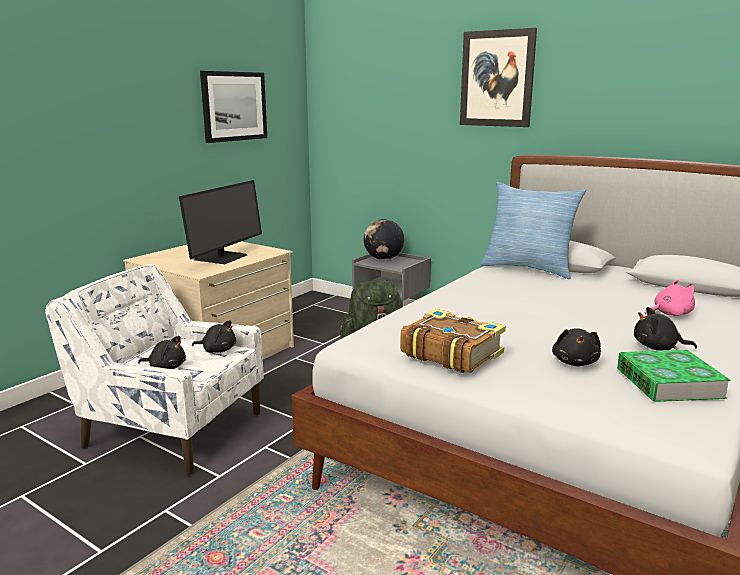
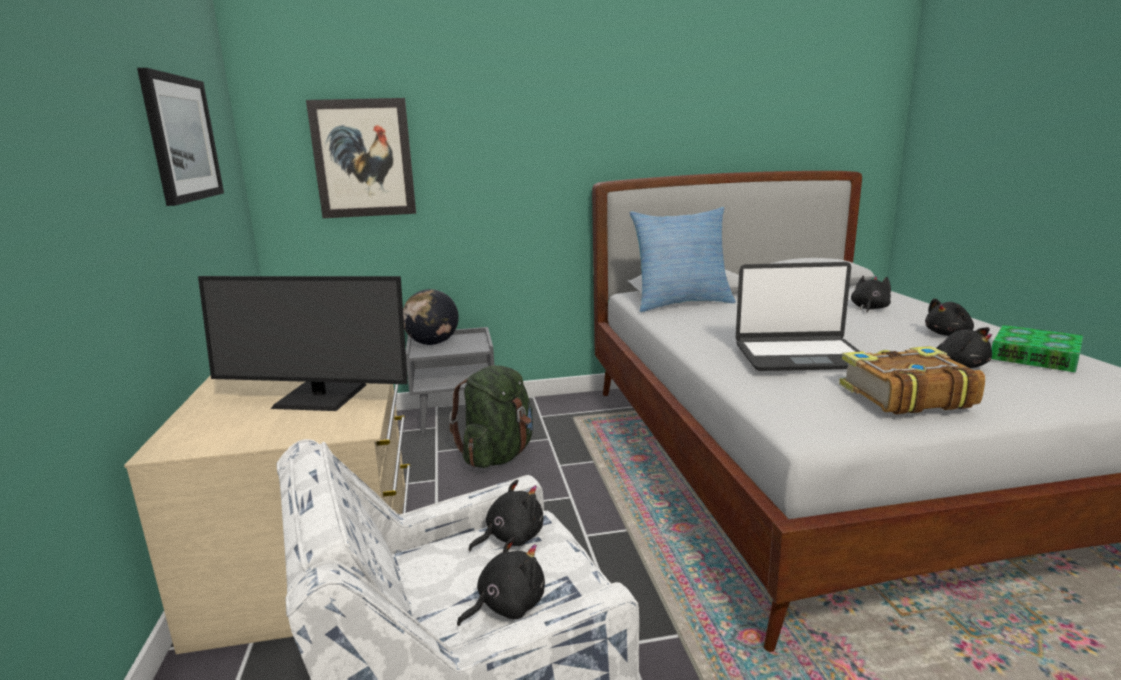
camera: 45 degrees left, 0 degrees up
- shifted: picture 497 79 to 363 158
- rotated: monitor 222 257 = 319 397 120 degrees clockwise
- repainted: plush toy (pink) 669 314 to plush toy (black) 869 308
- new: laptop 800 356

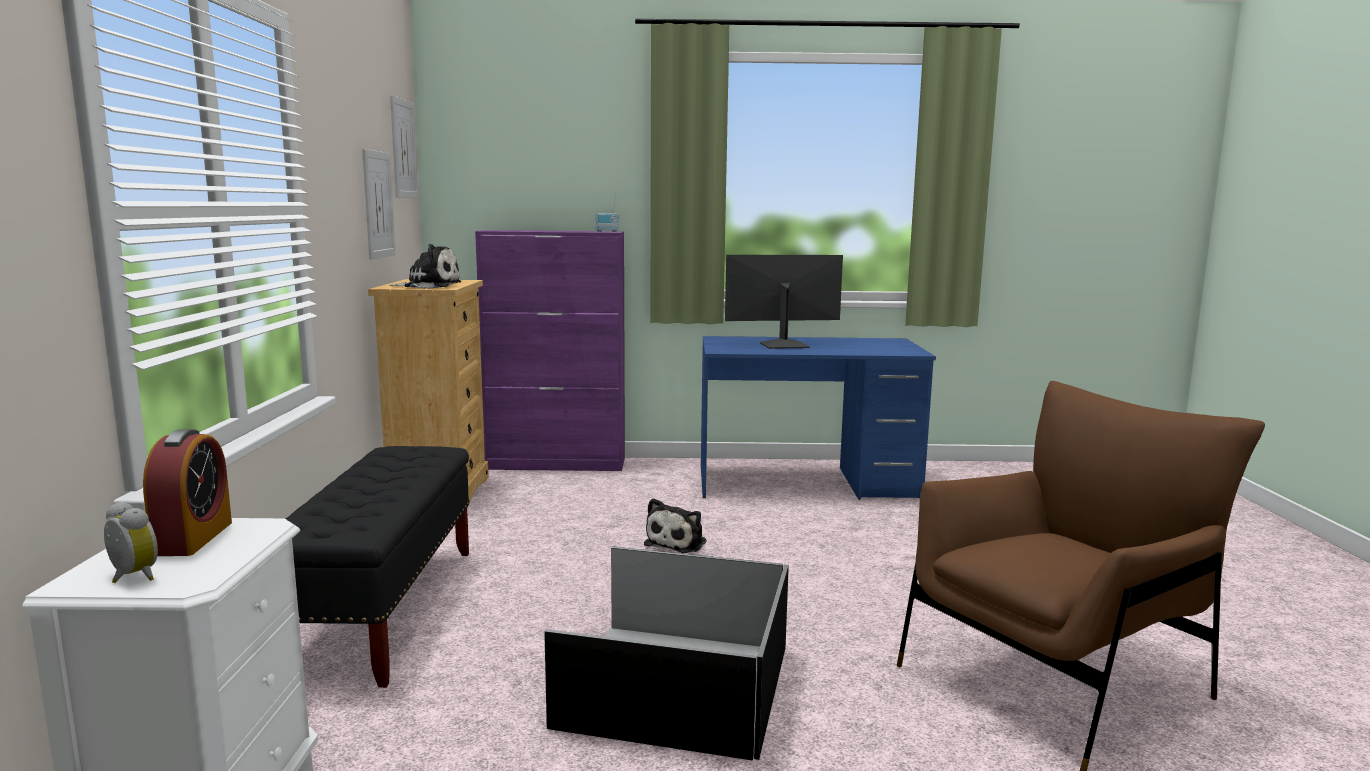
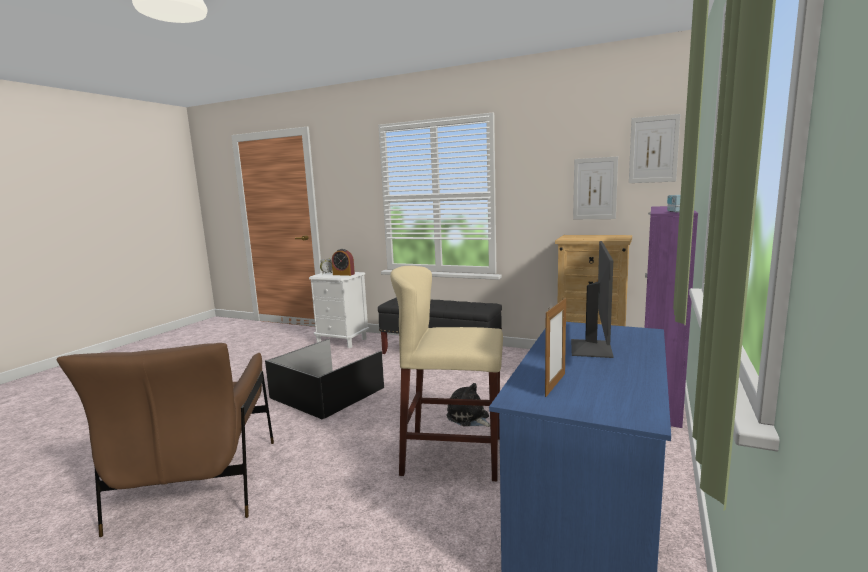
camera: 115 degrees right, 0 degrees up
- gone: plush toy 429 286
- new: stool (beige) 452 455
- new: picture frame 555 384

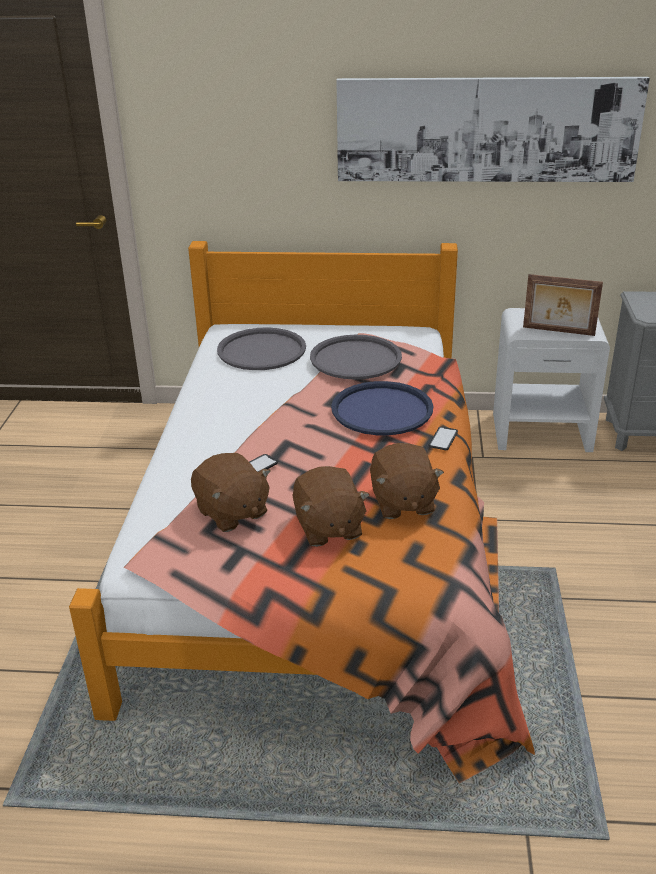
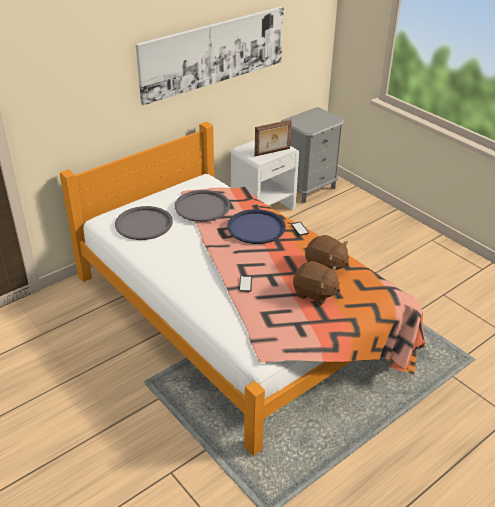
camera: 45 degrees left, 5 degrees up
- gone: plush toy (brown) 231 512

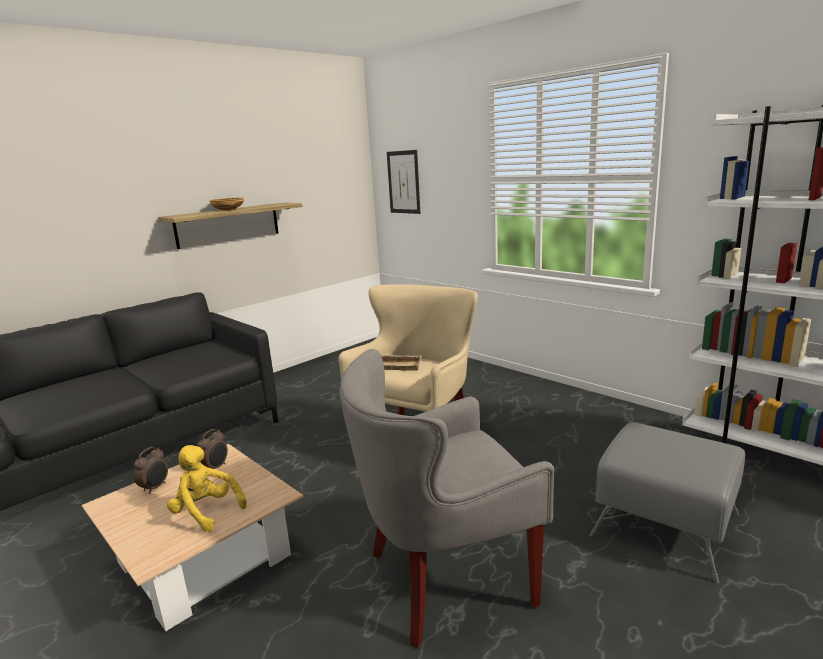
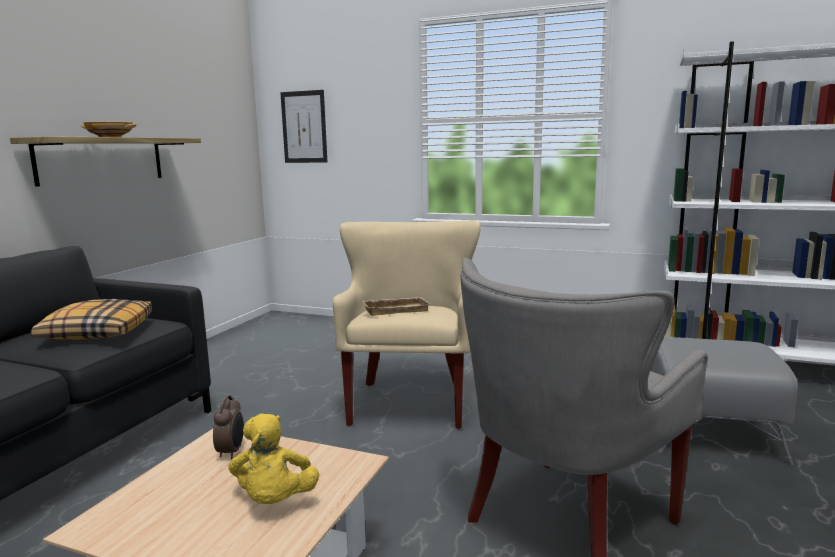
camera: 25 degrees left, 5 degrees down
- rotated: plush toy (yellow) 206 512 = 274 501 105 degrees counterclockwise
- gone: alarm clock 155 487
- new: pillow 97 332

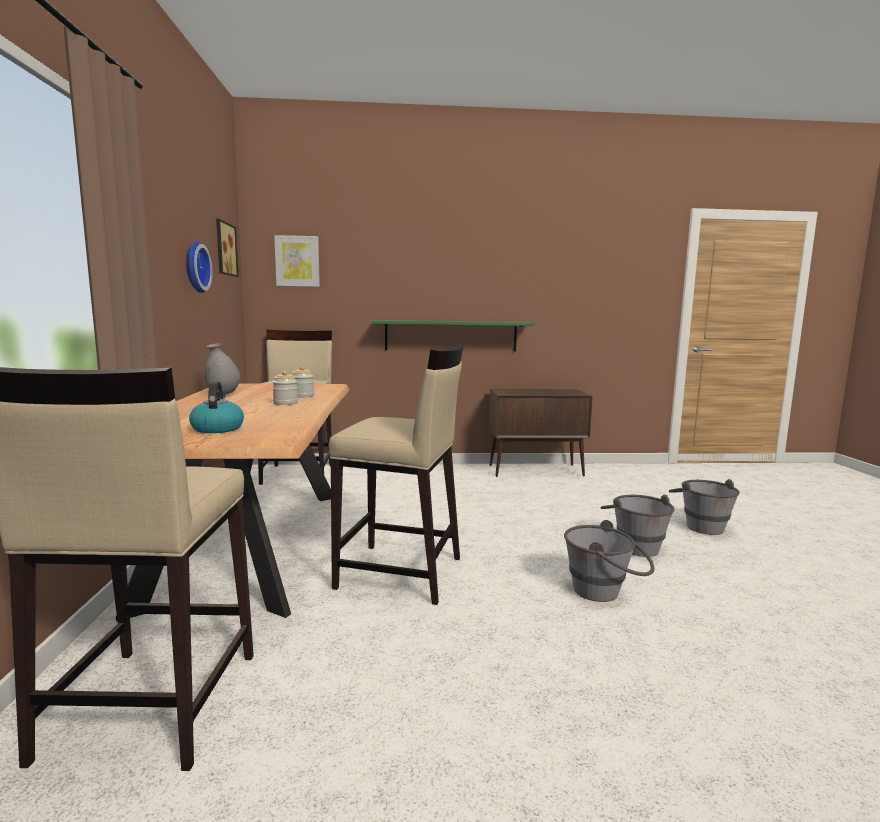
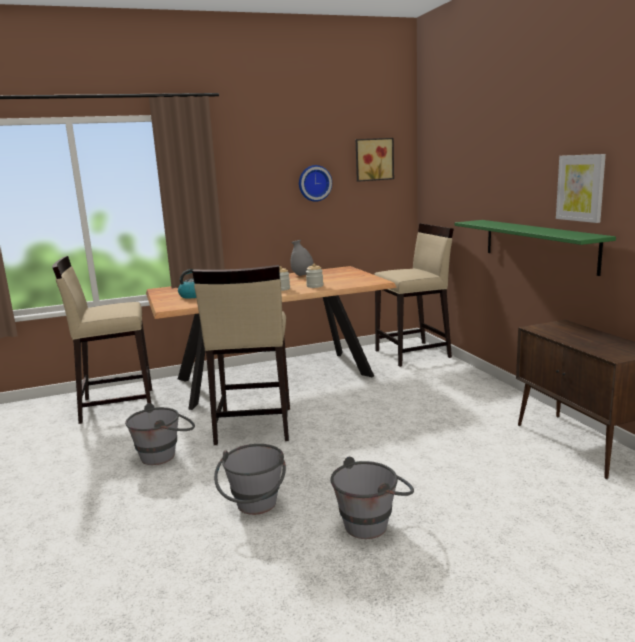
camera: 75 degrees right, 5 degrees up
- shifted: picture 297 261 to 581 188
- shifted: bucket (grey) 699 525 to 165 454

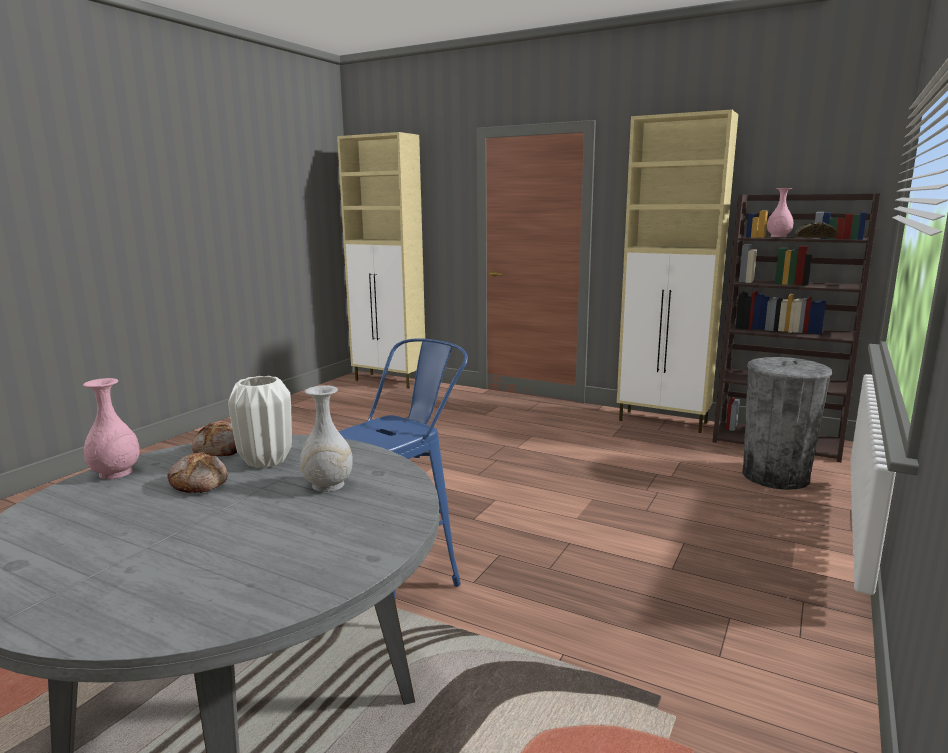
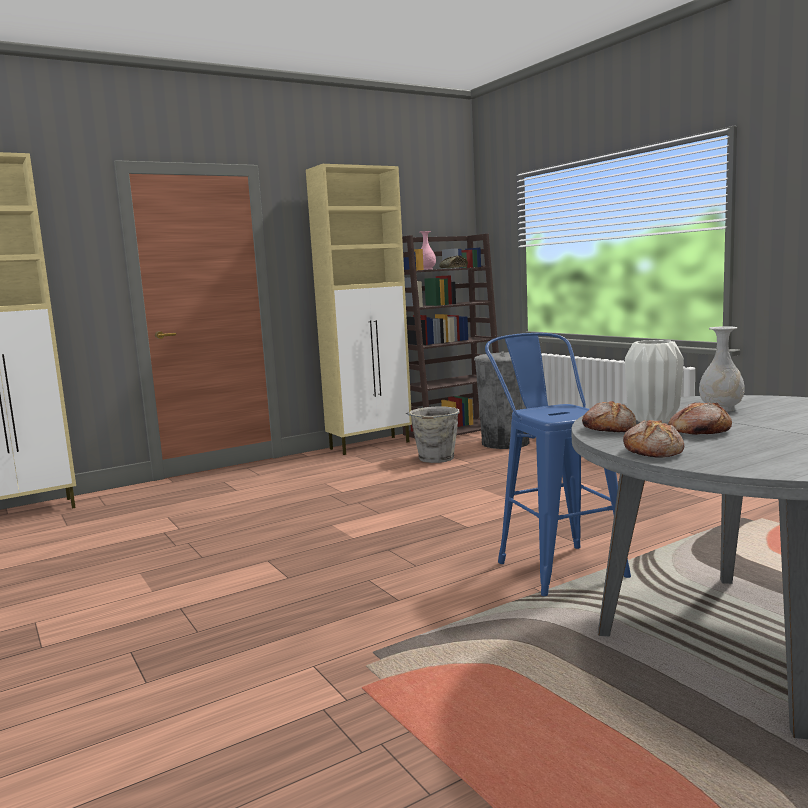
camera: 60 degrees left, 5 degrees down
- swapped: vase (pink) 116 473 to bread 654 452
- new: bucket (grey) 436 459

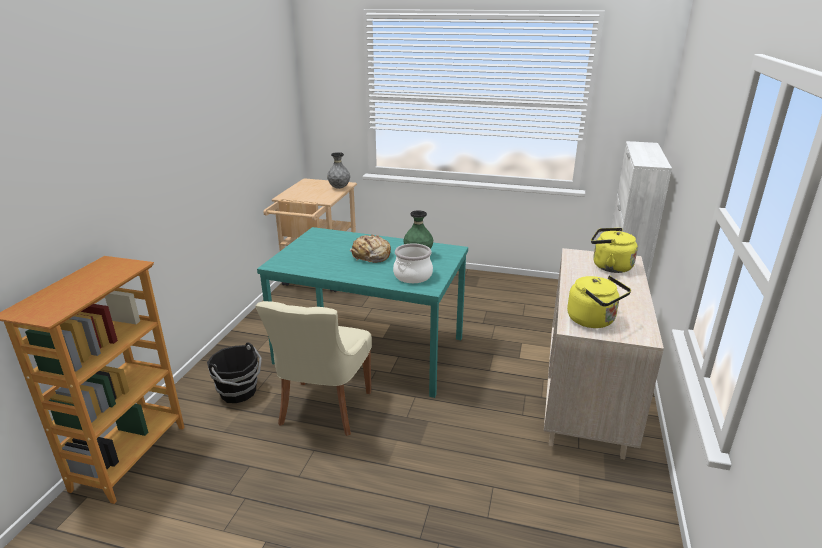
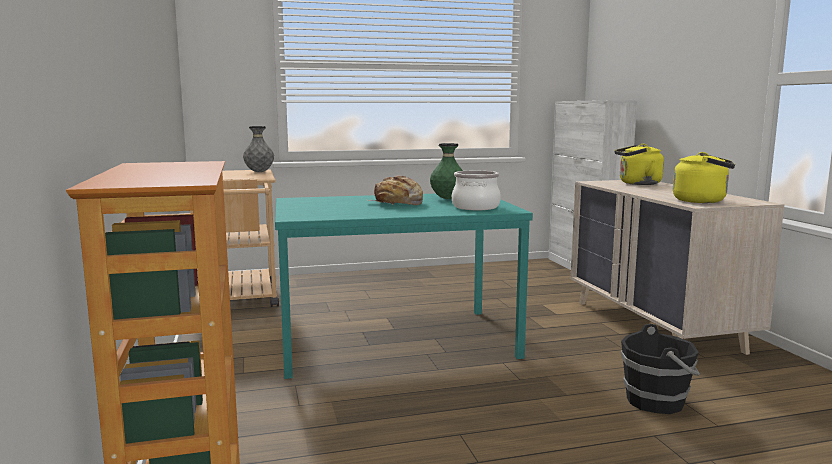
camera: 30 degrees left, 15 degrees down
- gone: chair (beige) 323 410
- shifted: bucket (black) 239 392 to 657 401

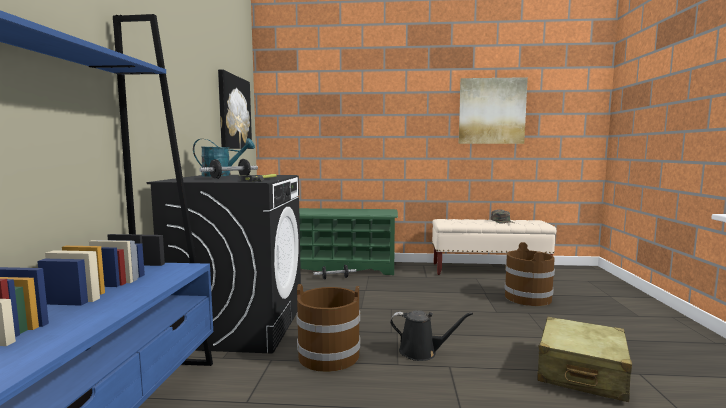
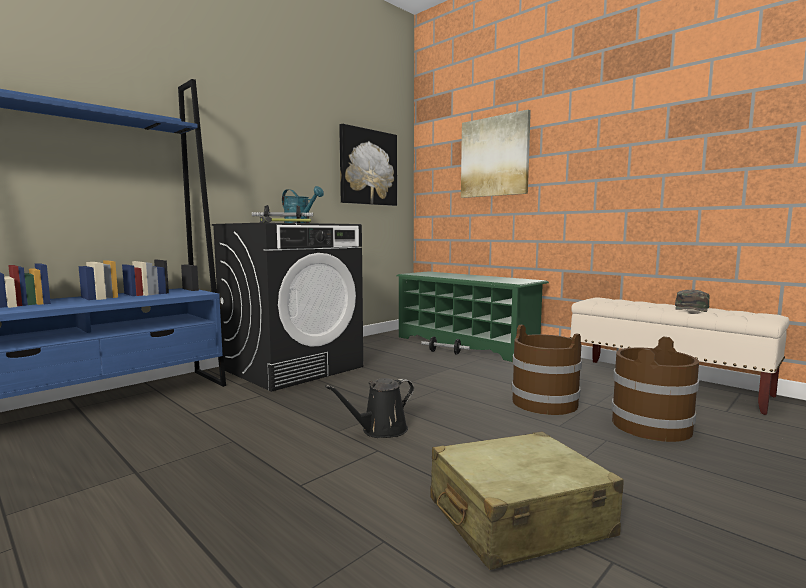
camera: 40 degrees right, 0 degrees up
- shifted: picture 491 111 to 494 157
- shifted: bucket (brown) 329 355 to 545 402
- rotated: watering can (black) 422 352 = 380 430 90 degrees clockwise

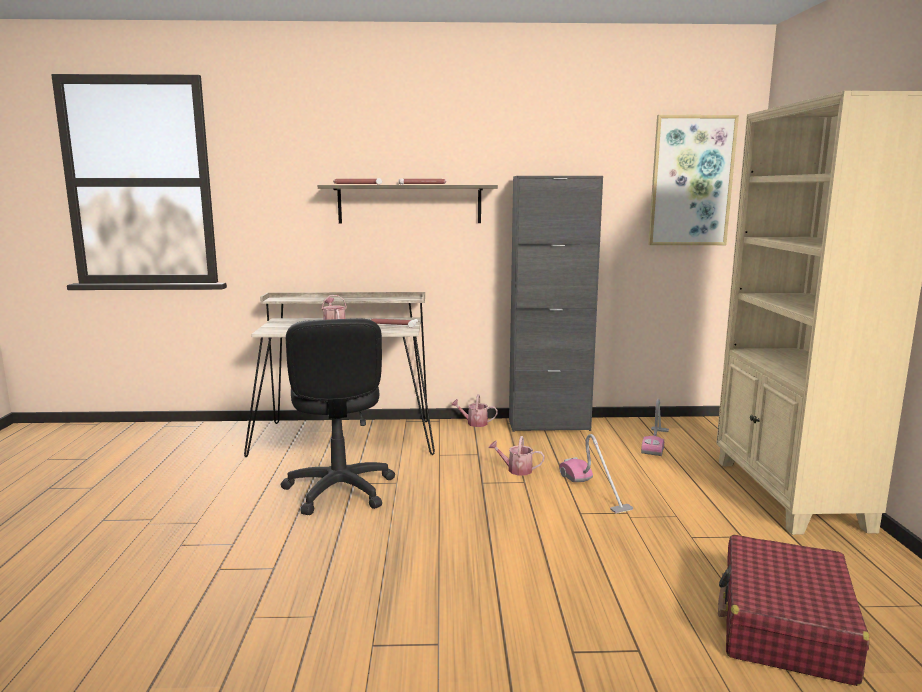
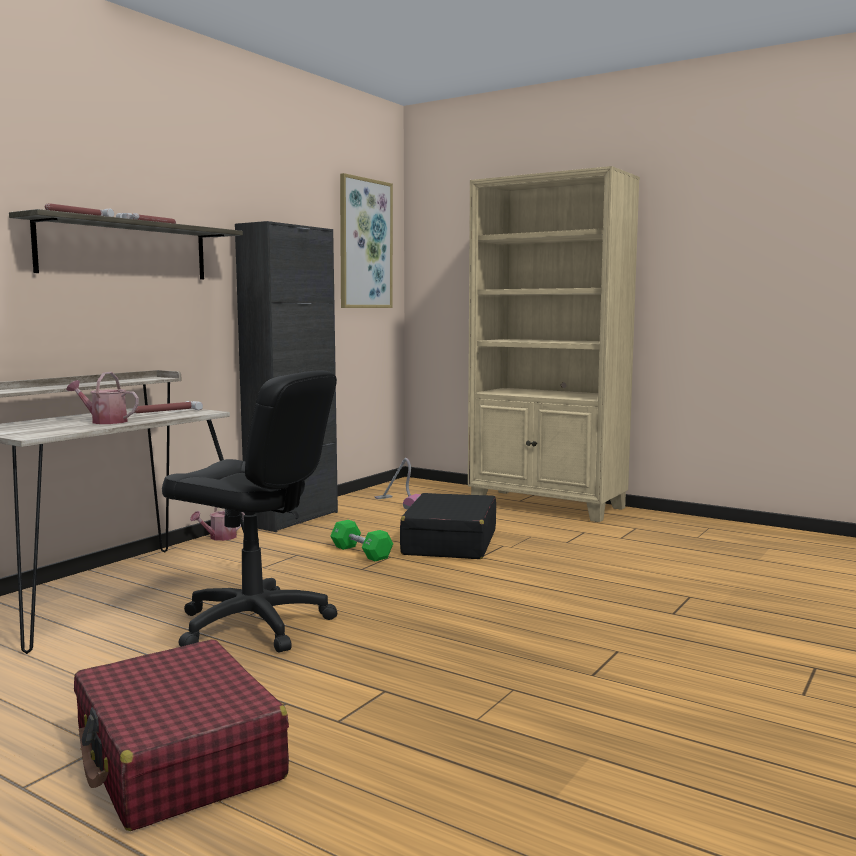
camera: 55 degrees left, 5 degrees down
- swapped: vacuum cleaner 594 490 to suitcase (black) 449 543
- swapped: watering can 516 470 to dumbbell (green) 361 552
- shifted: suitcase (red) 784 626 to 178 757

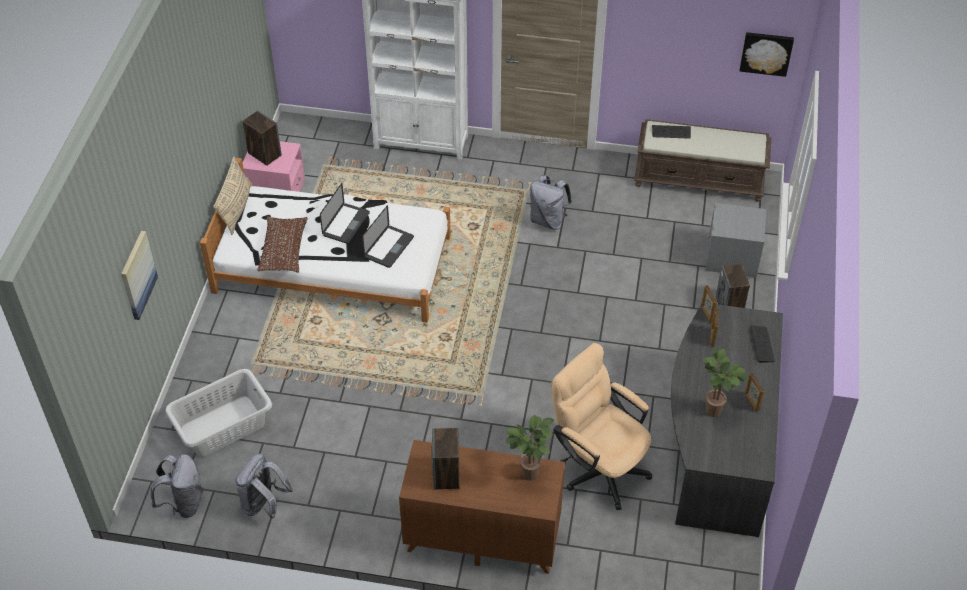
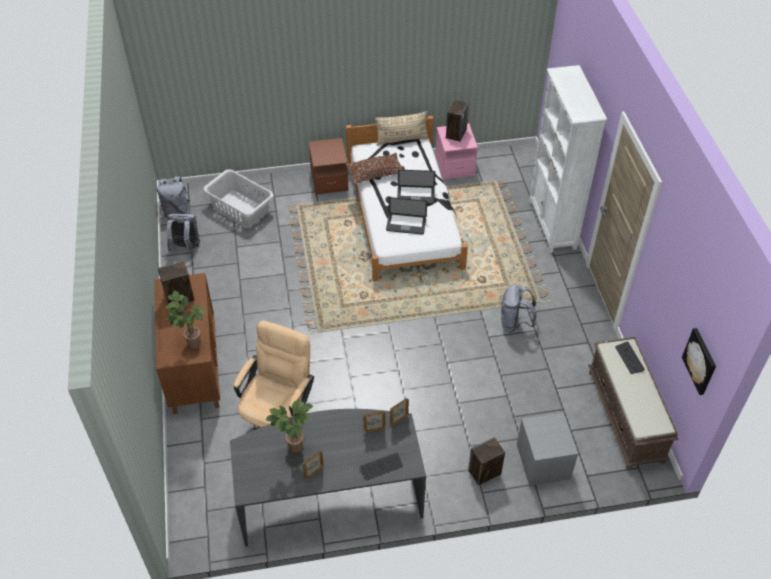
camera: 70 degrees right, 0 degrees up
- gone: picture 137 275
- new: nightstand (brown) 329 180

